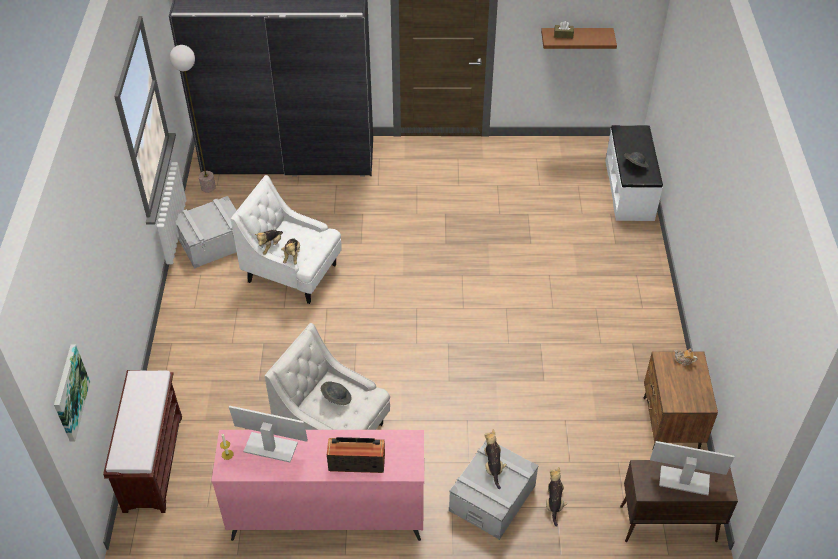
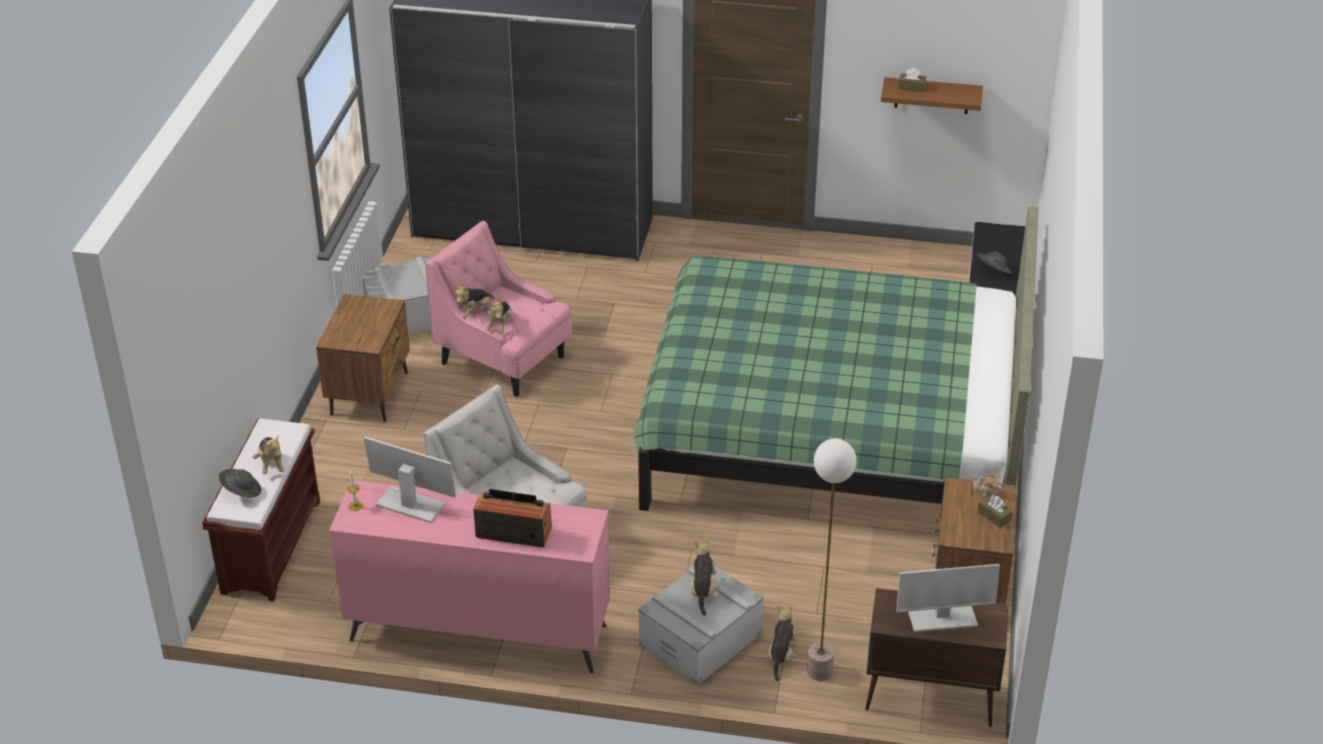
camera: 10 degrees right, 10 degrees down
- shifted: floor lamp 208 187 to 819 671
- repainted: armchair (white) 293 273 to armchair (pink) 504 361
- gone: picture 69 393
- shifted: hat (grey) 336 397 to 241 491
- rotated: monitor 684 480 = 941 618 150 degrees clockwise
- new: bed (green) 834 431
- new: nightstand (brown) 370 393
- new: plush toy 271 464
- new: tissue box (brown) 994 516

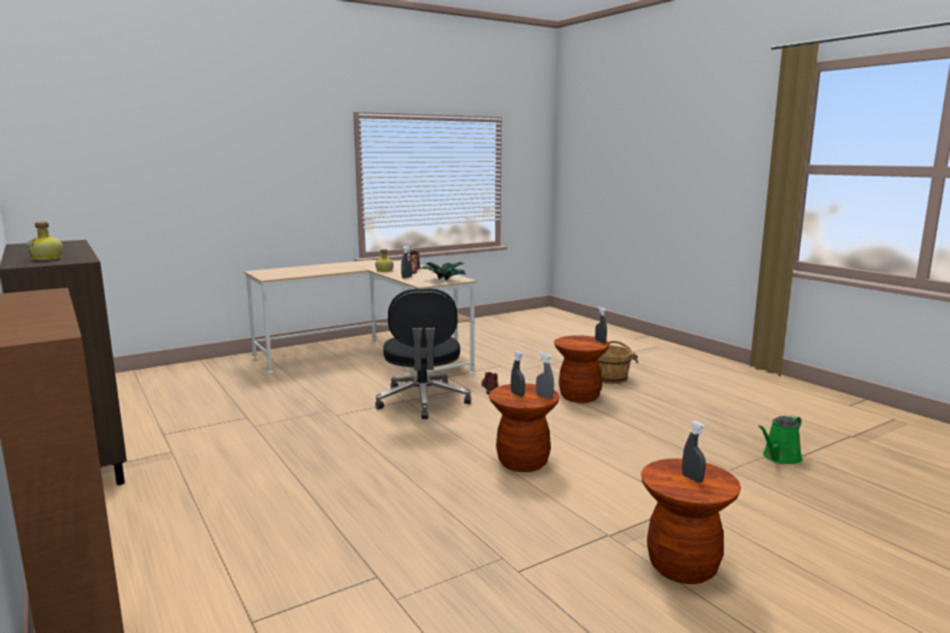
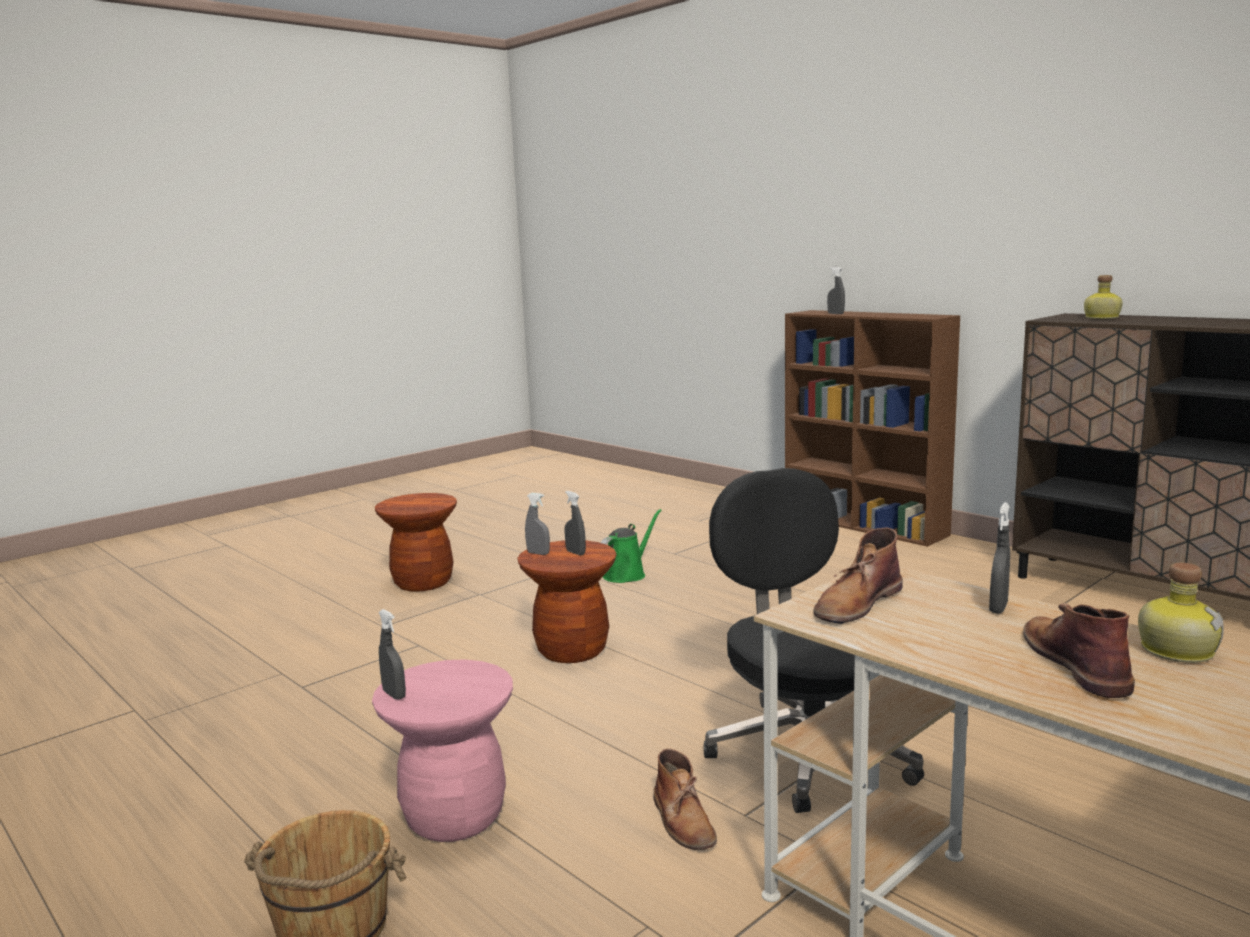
camera: 170 degrees right, 0 degrees up
- swapped: potted plant 443 280 to boot (brown) 857 603
- repainted: stool (brown) 579 396 to stool (pink) 454 816
- shifted: watering can (green) 780 458 to 627 574
- shifted: spray bottle (grey) 692 478 to 835 314

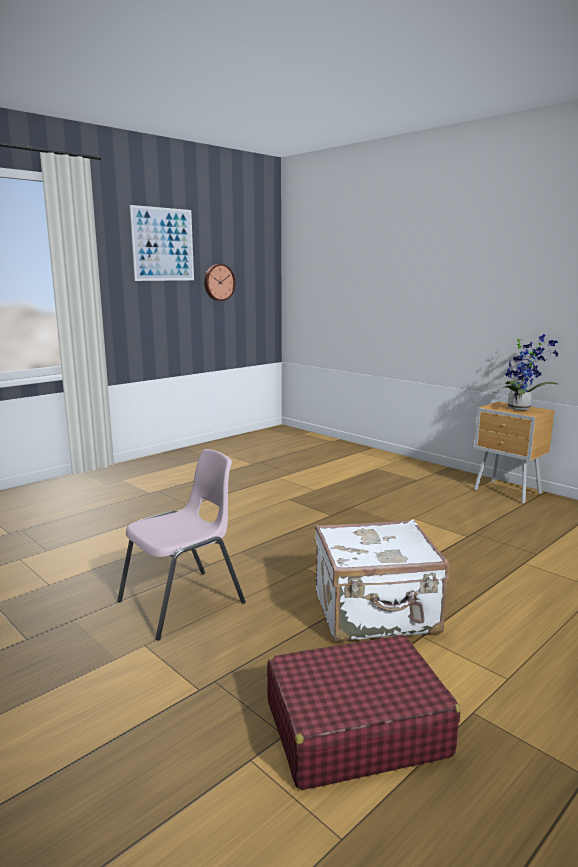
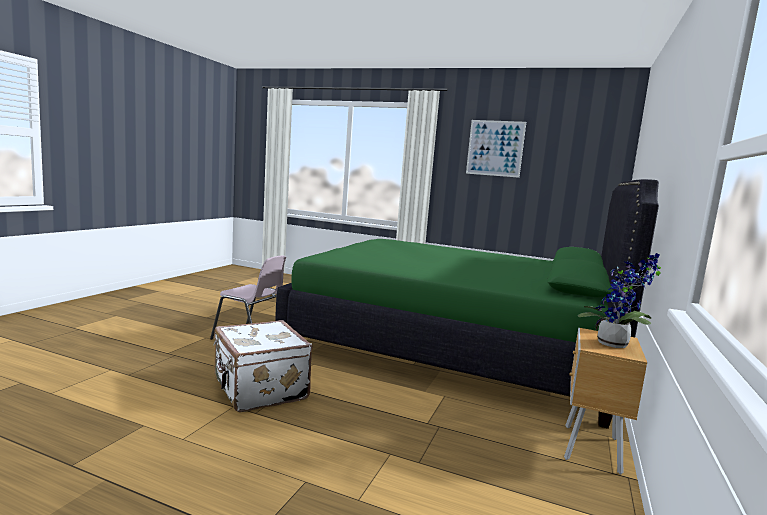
camera: 65 degrees right, 5 degrees down
- gone: wall clock 218 282
- gone: suitcase (red) 355 728
- new: bed (green) 453 347

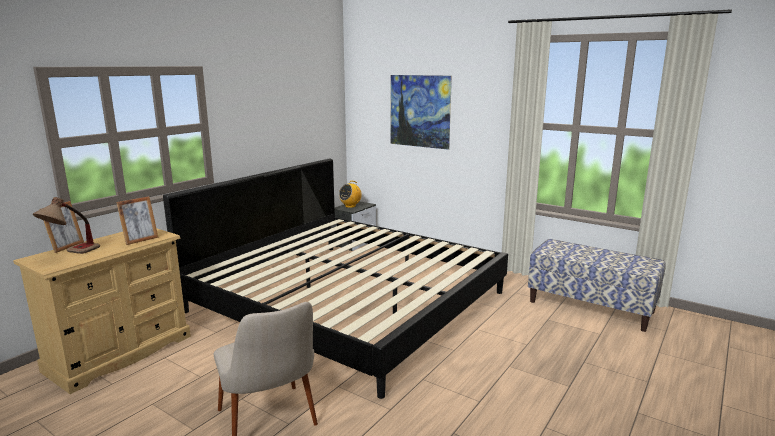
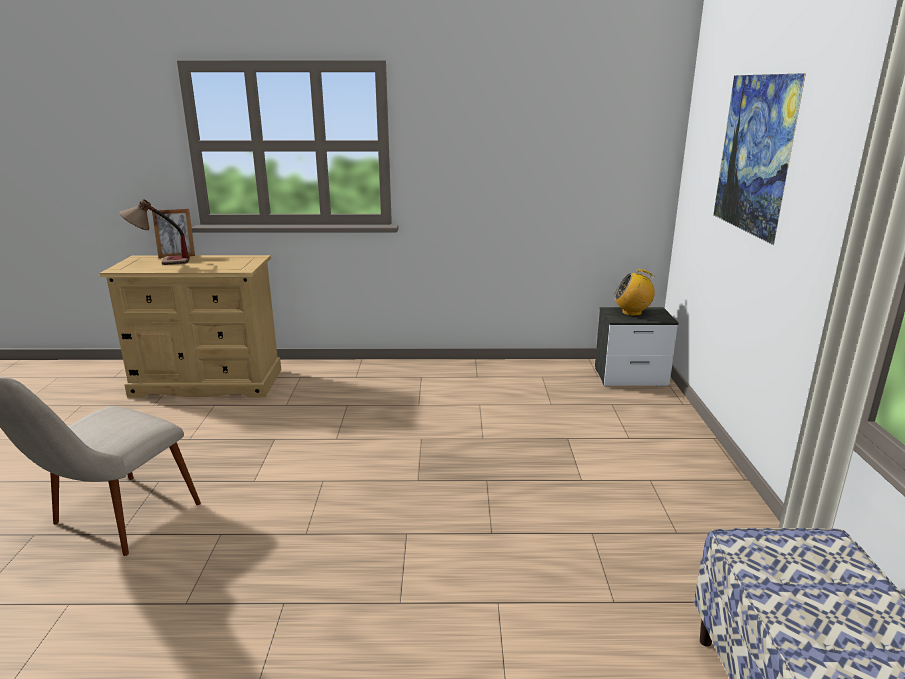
camera: 55 degrees right, 5 degrees up
- gone: bed 348 301
- gone: picture frame 140 240

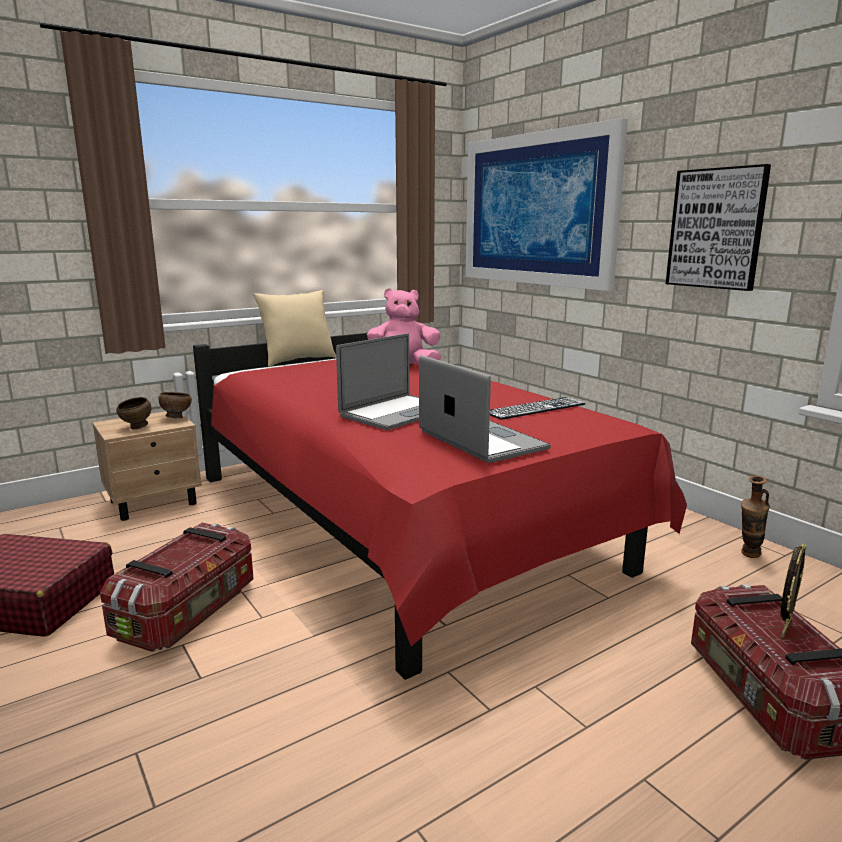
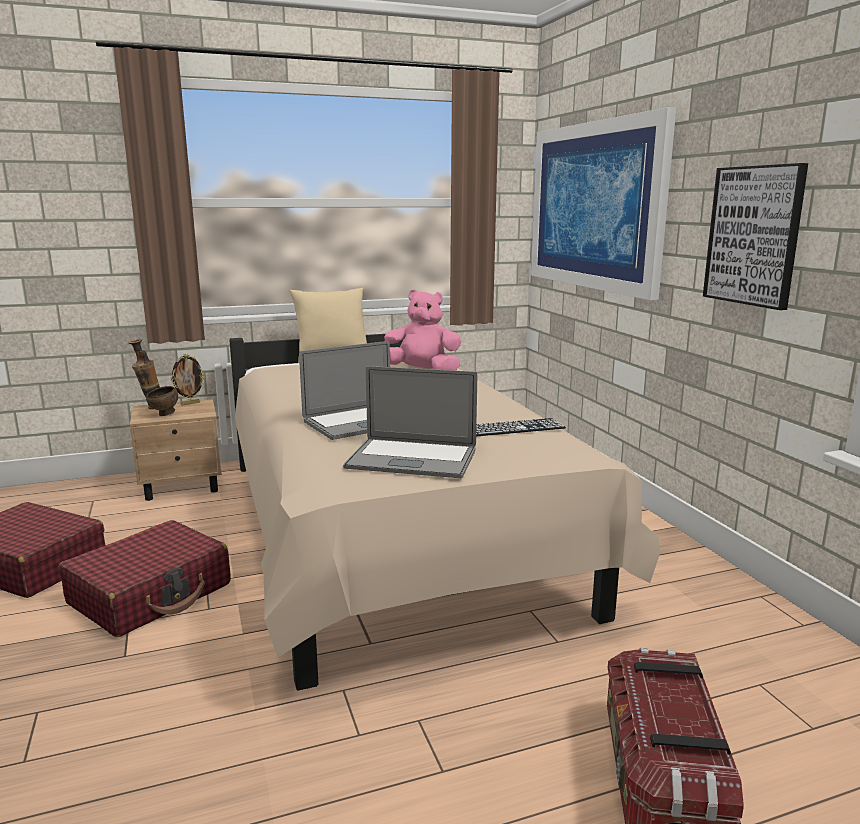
camera: 15 degrees right, 0 degrees up
- repainted: bed (red) 400 525 to bed (beige) 391 536
- rotated: laptop 481 440 = 412 459 120 degrees clockwise
- gone: bowl (brown) 176 417
- shifted: vase 748 556 to 150 408
- swapped: storage box 189 612 to suitcase (red) 151 594
- shifted: picture frame 784 629 to 190 403

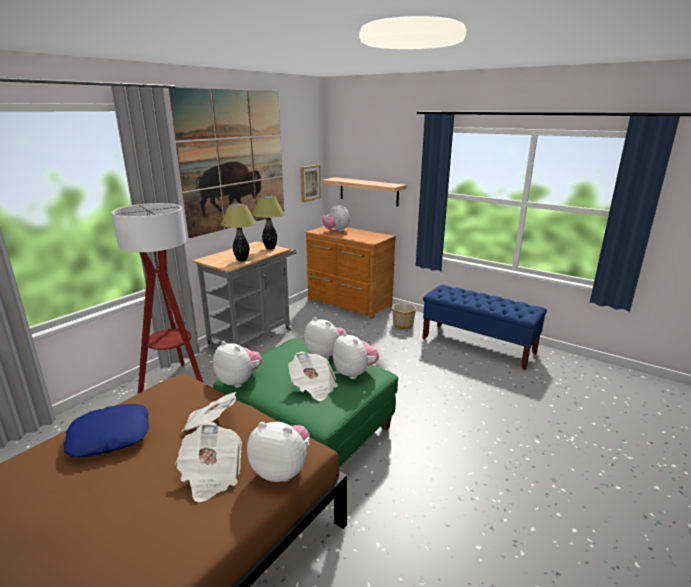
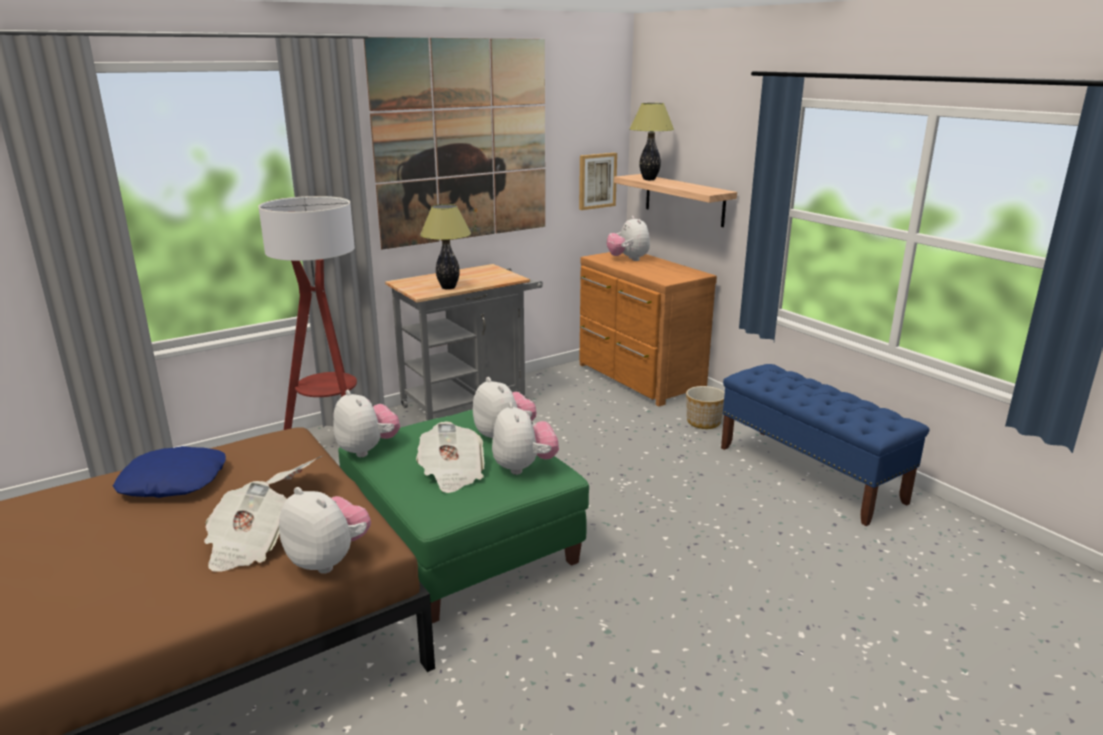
camera: 20 degrees right, 0 degrees up
- shifted: table lamp 270 248 to 649 179

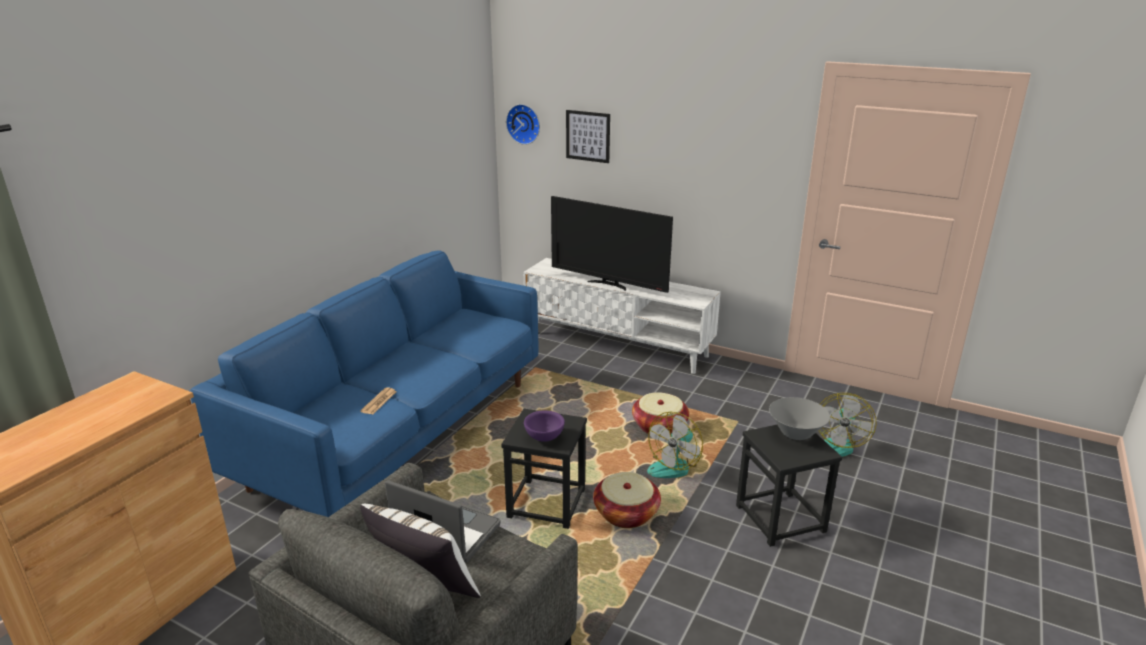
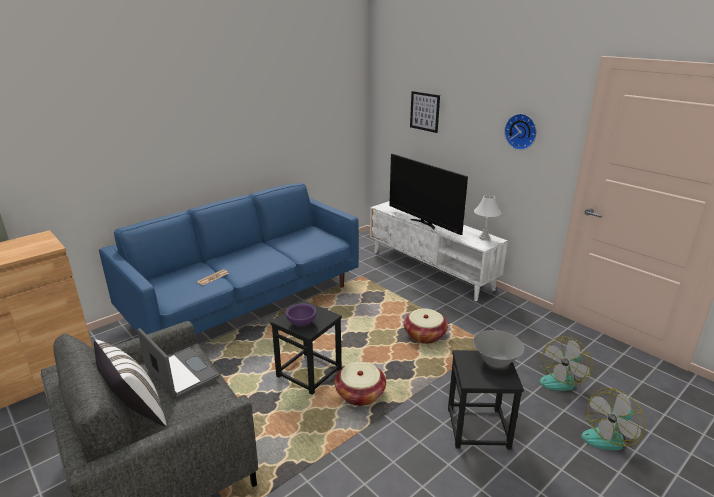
camera: 20 degrees right, 0 degrees up
- shifted: wall clock 524 123 to 521 131
- shifted: fan 673 465 to 608 435
- new: table lamp (white) 484 238

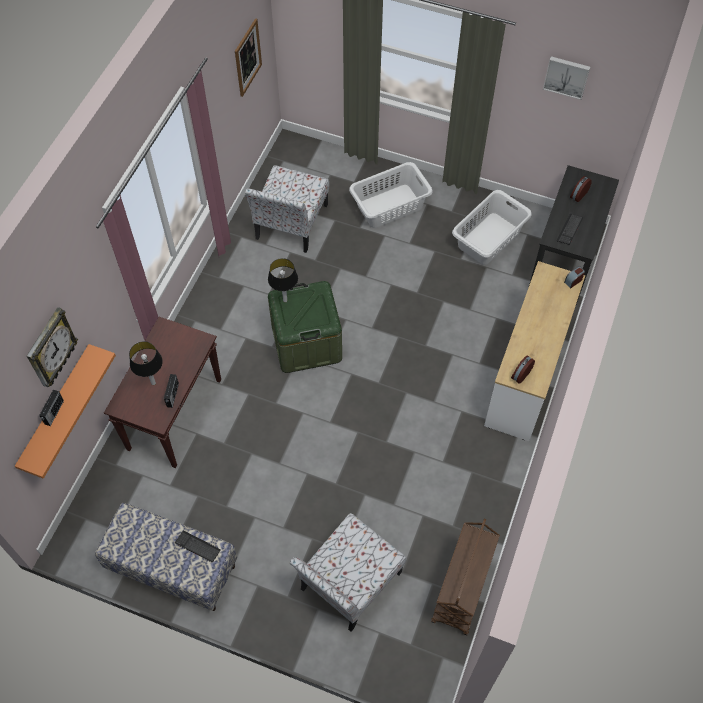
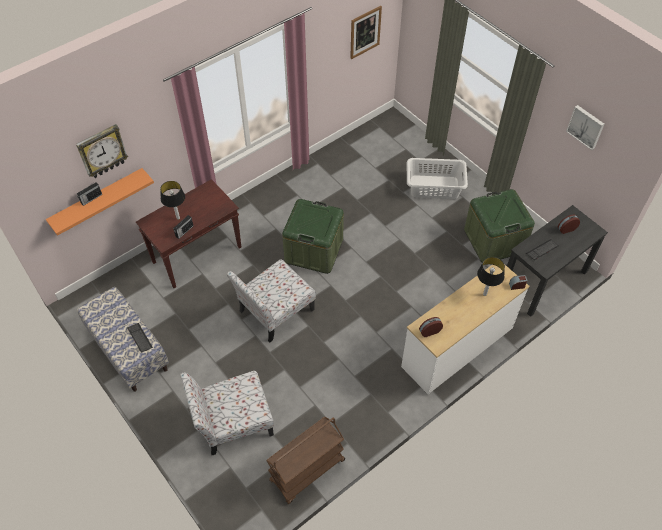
camera: 30 degrees right, 5 degrees down
- shifted: chair 291 223 to 275 311
- swapped: laundry basket (white) 489 239 to storage box (green) 494 240
- shifted: table lamp 285 300 to 484 294

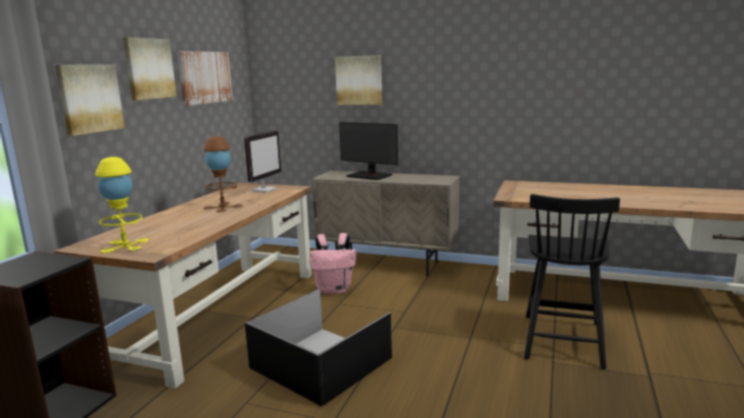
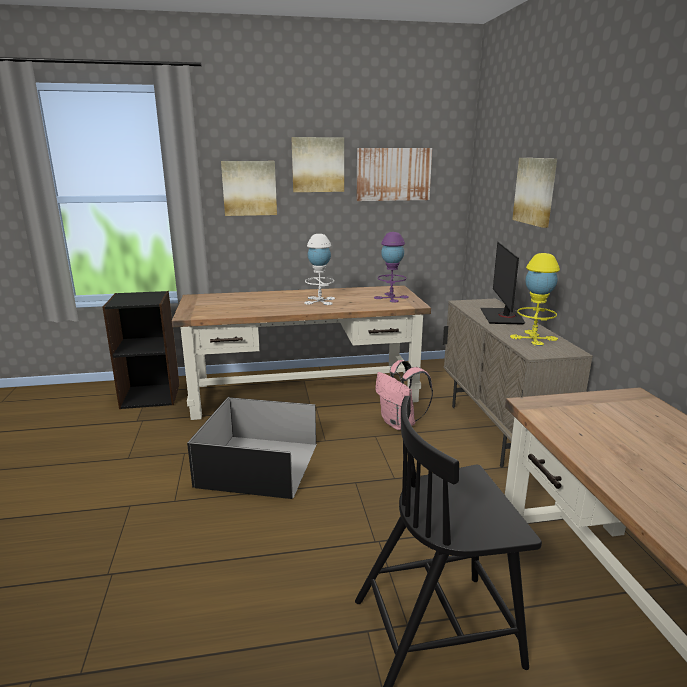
camera: 60 degrees right, 5 degrees up
- swapped: monitor 264 190 to table lamp (purple) 391 297
- repainted: table lamp (brown) 223 207 to table lamp (white) 319 301
- shifted: table lamp (yellow) 125 246 to 533 338

